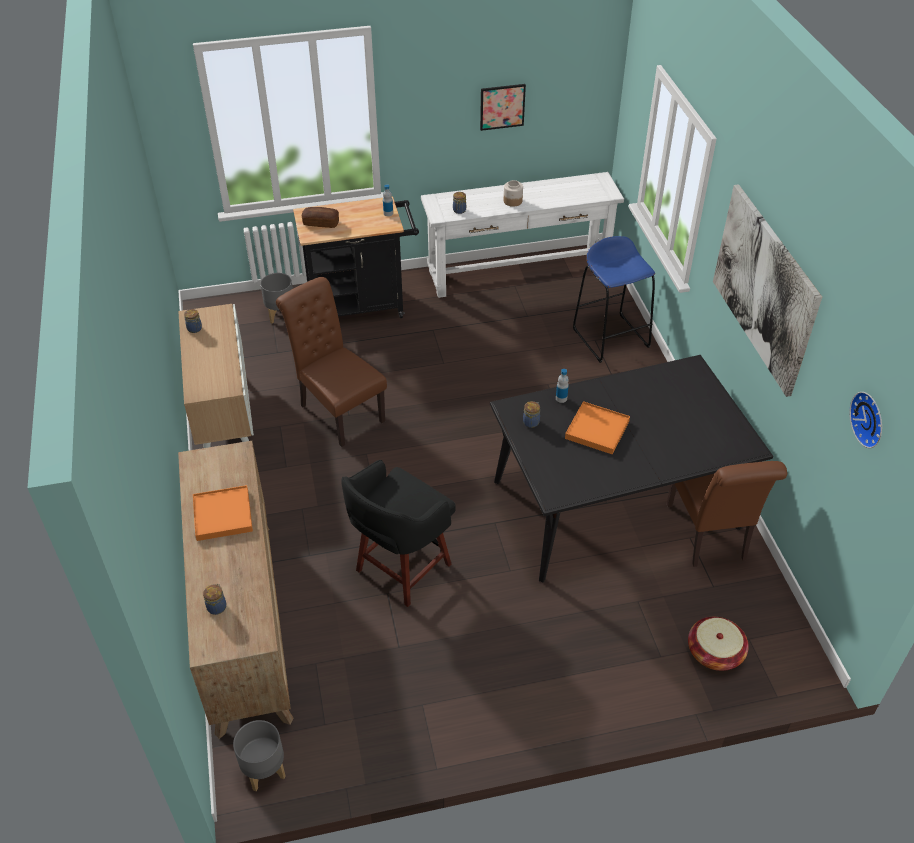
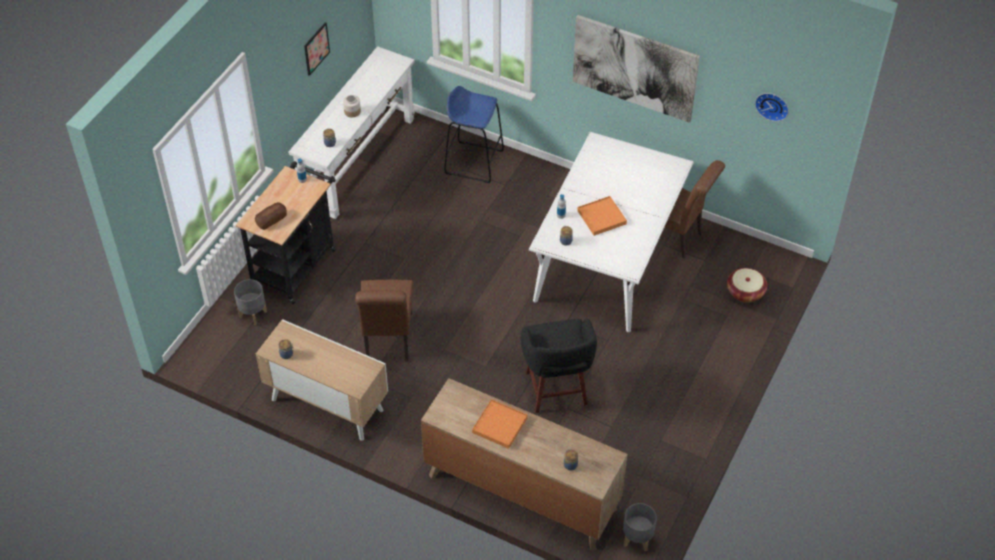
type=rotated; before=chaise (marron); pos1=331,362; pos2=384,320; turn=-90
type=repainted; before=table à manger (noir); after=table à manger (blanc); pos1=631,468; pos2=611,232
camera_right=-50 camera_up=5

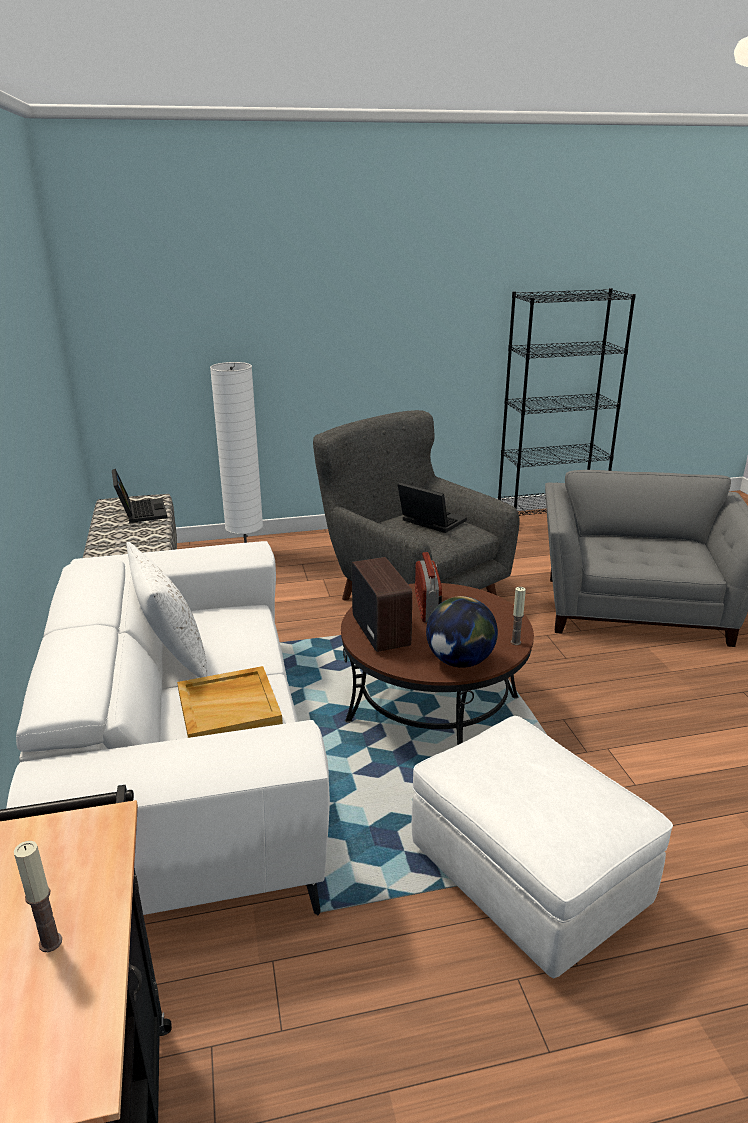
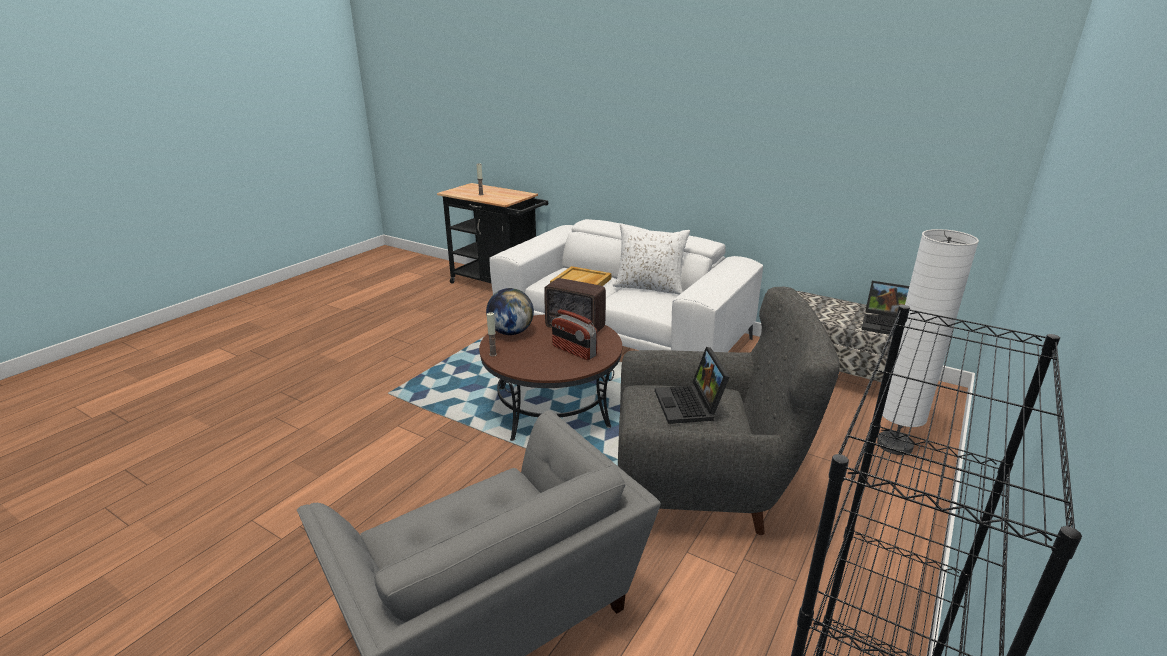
type=rotated; before=ordinateur portable; pos1=432,507; pos2=692,385; turn=90
type=gone; before=pouf (blanc); pos1=542,847
camera_right=135 camera_up=0

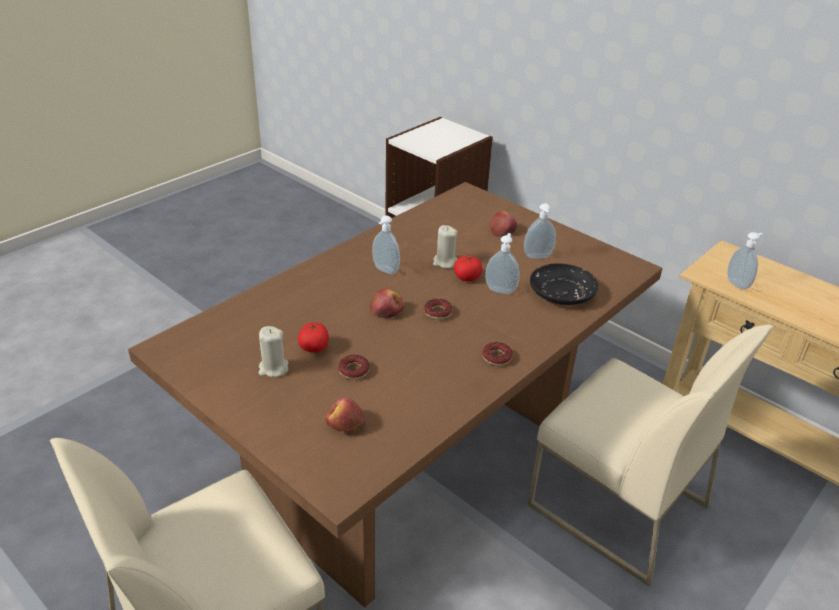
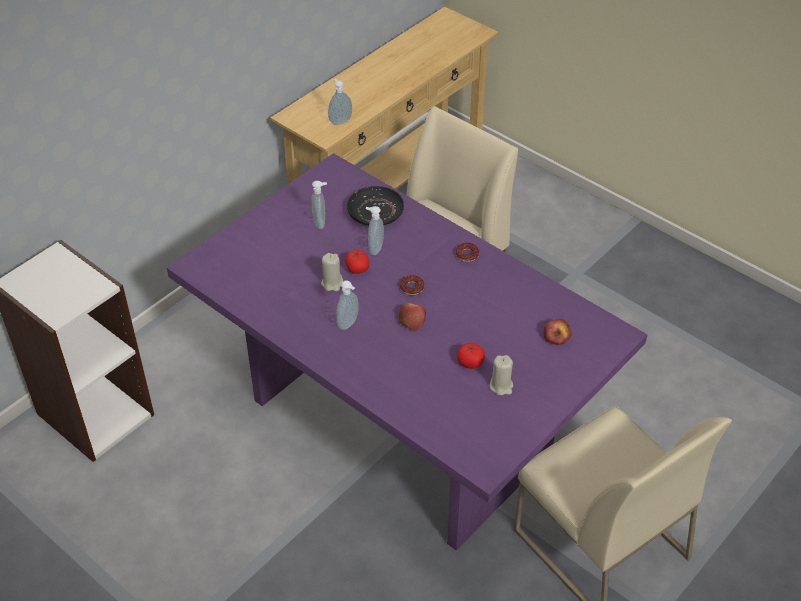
type=repainted; before=table à manger (marron); after=table à manger (violet); pos1=395,395; pos2=407,351
type=gone; before=pomme; pos1=503,223
type=gone; before=beignet; pos1=354,367
camera_right=-90 camera_up=10

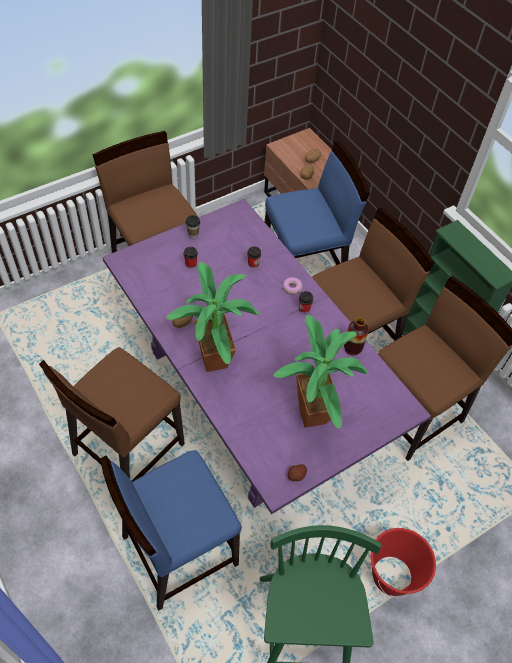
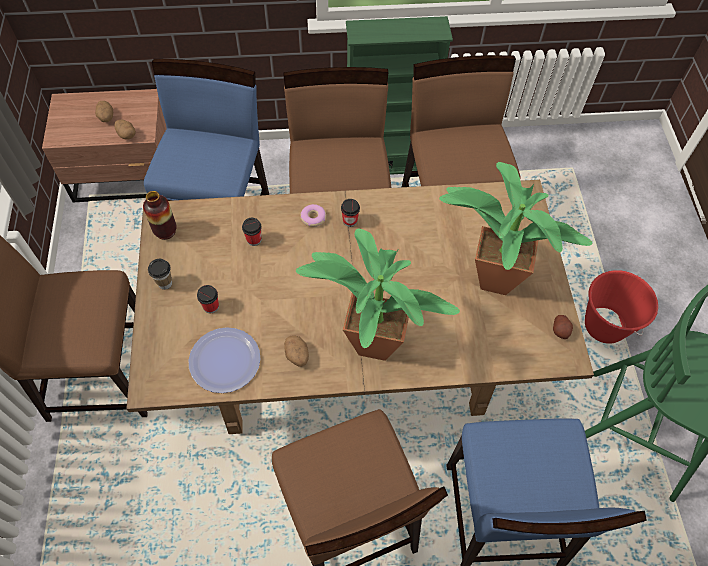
type=repainted; before=table à manger (violet); after=table à manger (marron); pos1=266,356; pos2=360,307
type=shifted; before=vase; pos1=356,336; pos2=160,215
type=new; after=assiette; pos2=224,360
camera_right=-60 camera_up=5

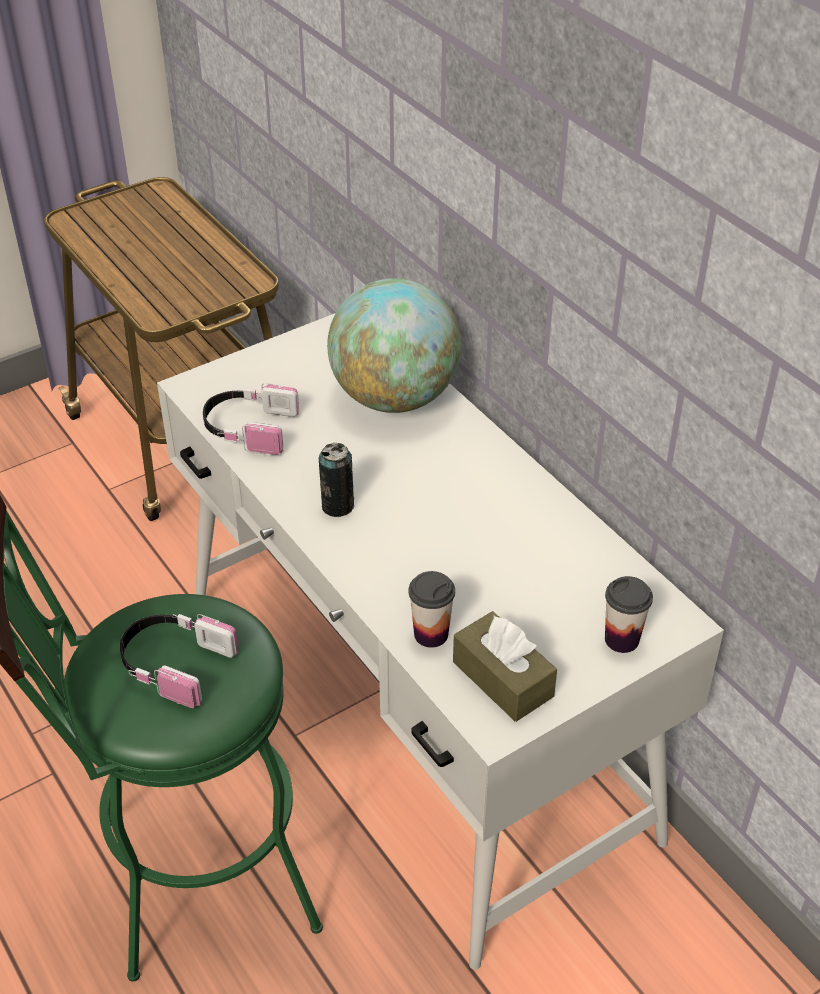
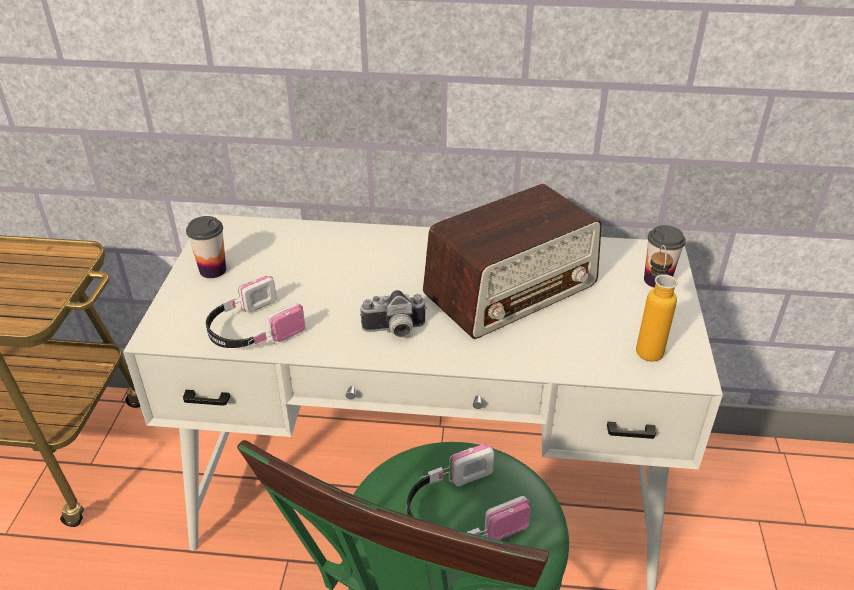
type=gone; before=globe; pos1=394,345
type=swapped; before=boîte métallique; after=appareil photo; pos1=336,480; pos2=393,313
type=shifted; before=tasse; pos1=431,609; pos2=206,247
type=swapped; before=boîte à mouchoirs (marron); after=bouteille; pos1=505,666; pos2=657,303
type=new; after=radio; pos2=512,261
camera_right=-50 camera_up=-5

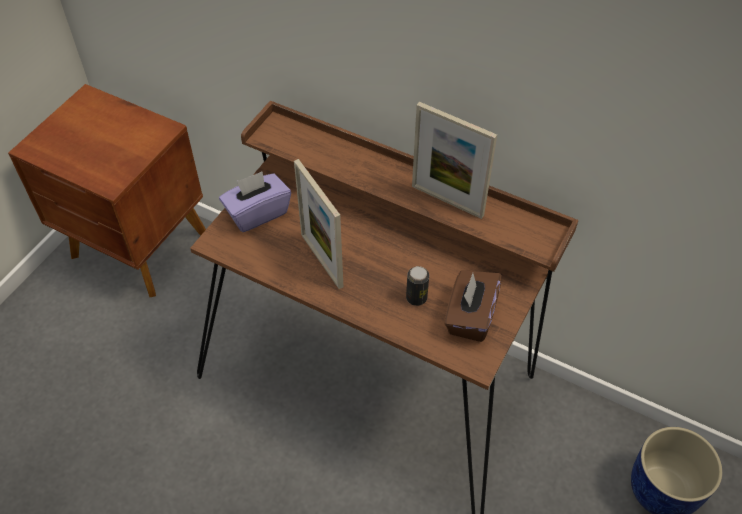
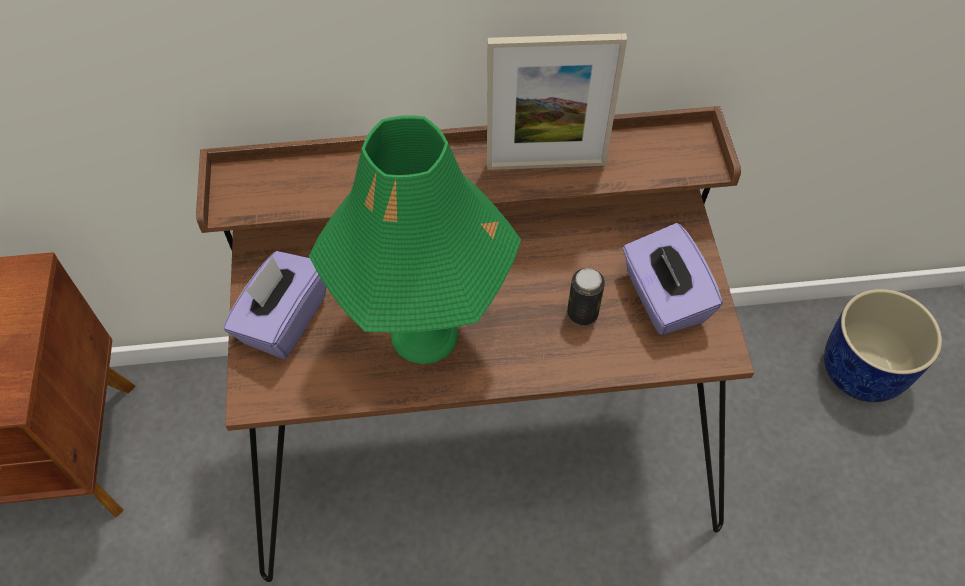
type=swapped; before=cadre photo; after=lampe de table (vert); pos1=319,224; pos2=415,239
type=repainted; before=boîte à mouchoirs (marron); after=boîte à mouchoirs (violet); pos1=473,306; pos2=673,279
camera_right=-35 camera_up=5

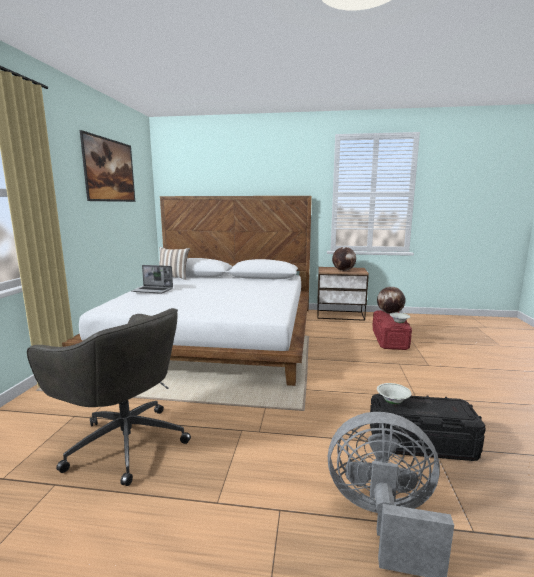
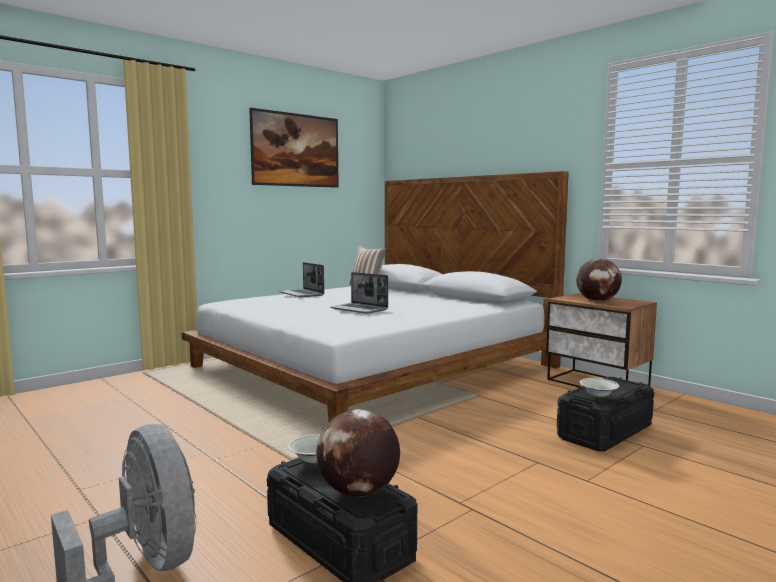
type=shifted; before=globe; pos1=391,300; pos2=358,453
type=gone; before=chaise de bureau (gris); pos1=109,397
type=repainted; before=boîte de rangement (rouge); after=boîte de rangement (noir); pos1=392,330; pos2=605,414
type=new; after=ordinateur portable; pos2=359,293
camera_right=40 camera_up=-5

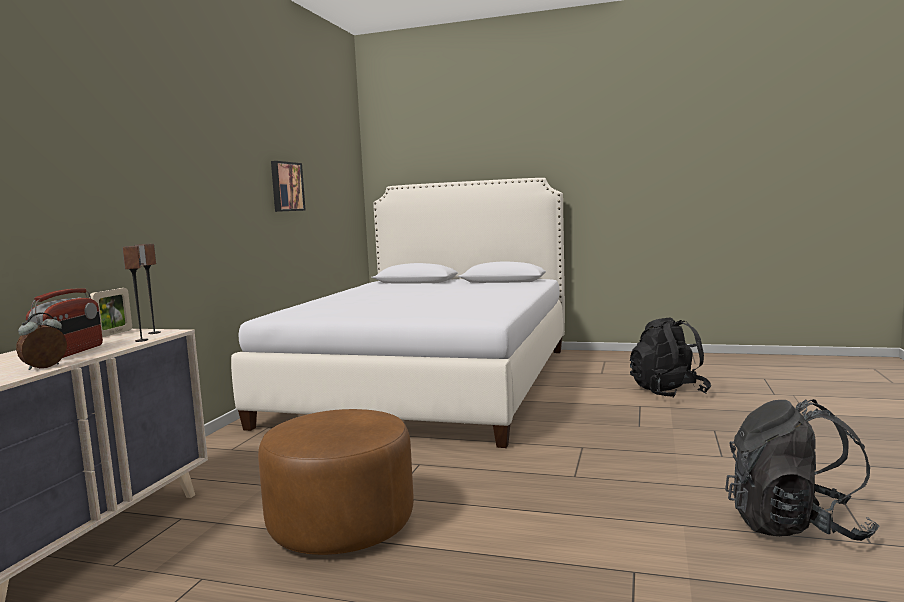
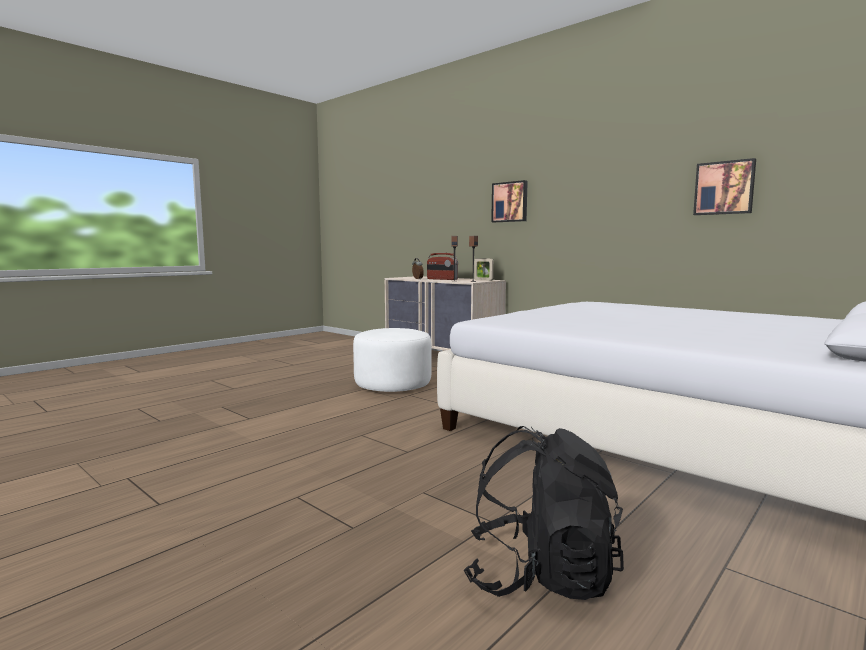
type=gone; before=sac à dos (noir); pos1=802,470
type=repainted; before=pouf (marron); after=pouf (blanc); pos1=336,482; pos2=392,360
type=new; after=tableau; pos2=509,201
camera_right=115 camera_up=0

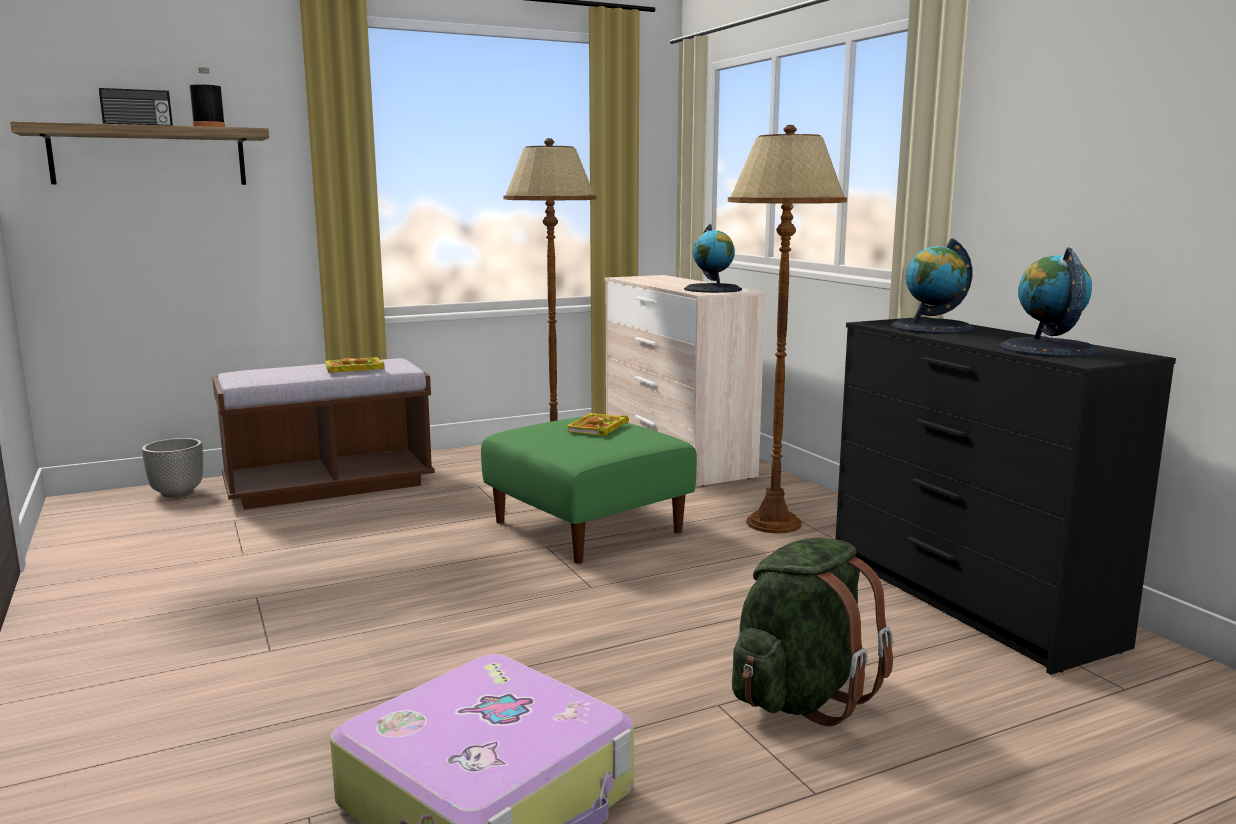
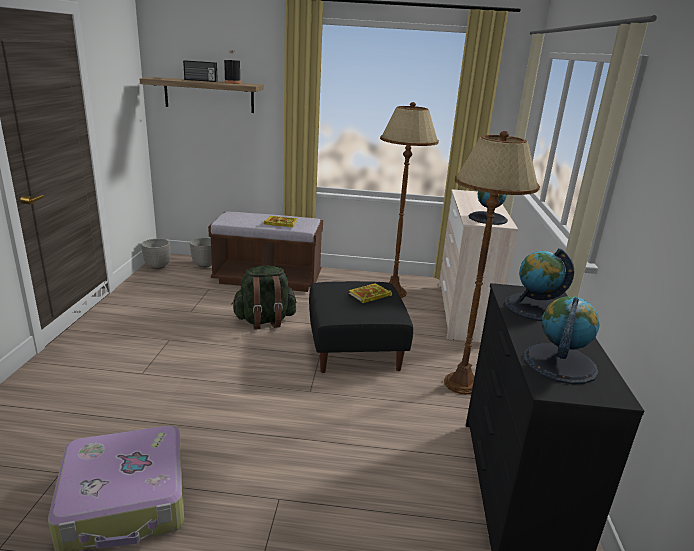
type=repainted; before=pouf (vert); after=pouf (noir); pos1=589,490; pos2=361,327
type=shifted; before=sac à dos (vert); pos1=812,632; pos2=263,298
type=new; after=cache-pot; pos2=156,254
camera_right=30 camera_up=10

